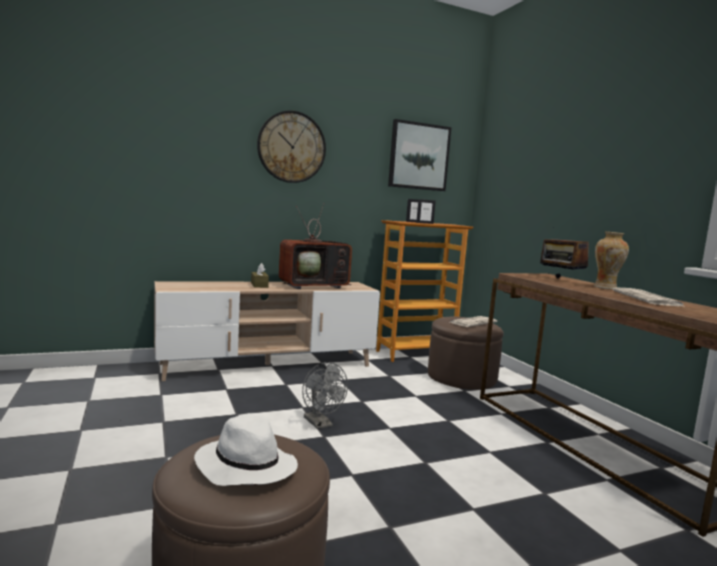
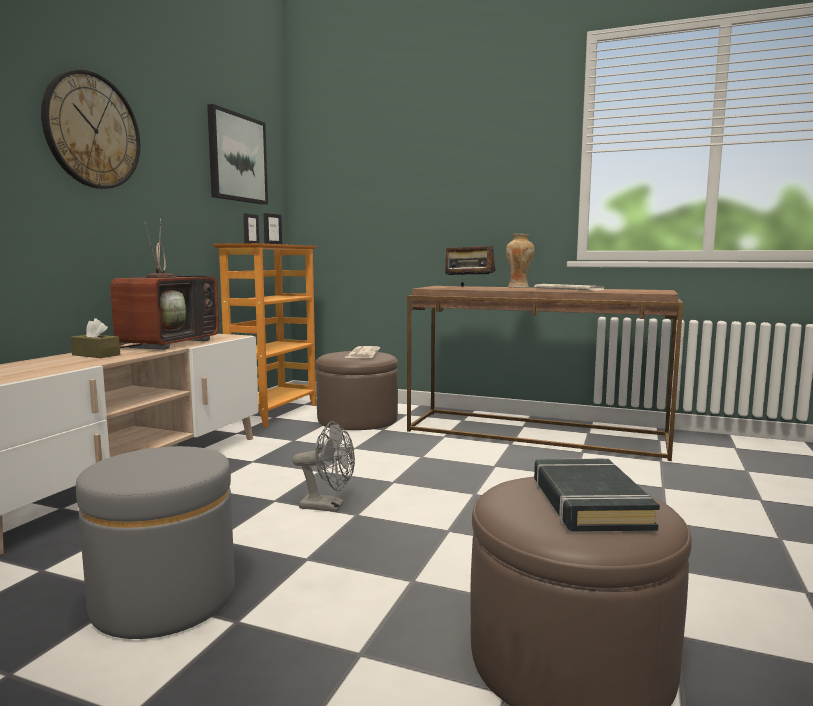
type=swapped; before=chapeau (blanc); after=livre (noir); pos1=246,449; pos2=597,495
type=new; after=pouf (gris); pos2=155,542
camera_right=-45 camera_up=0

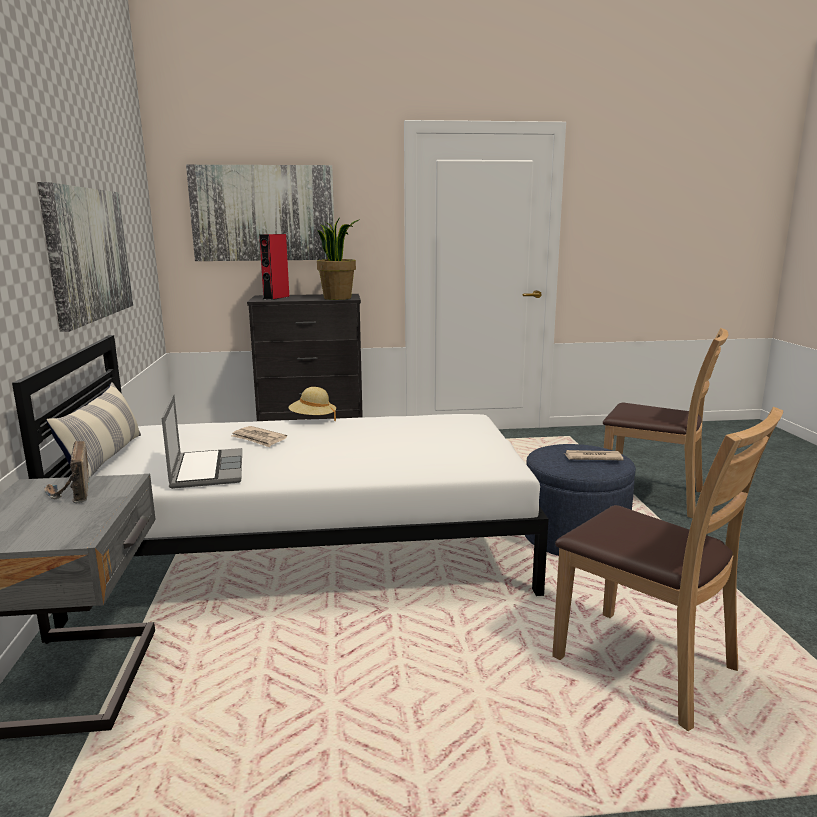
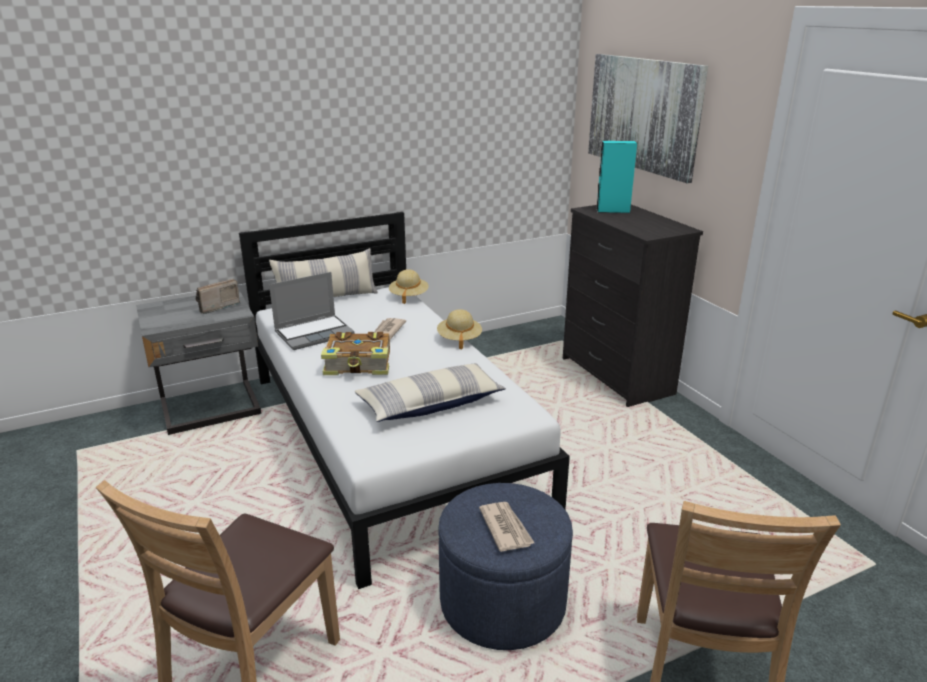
type=gone; before=tableau; pos1=85,257
type=gone; before=plante en pot; pos1=338,259
type=repainted; before=enceinte (rouge); after=enceinte (turquoise); pos1=274,267; pos2=616,177
type=new; after=chapeau (beige); pos2=409,286
type=new; after=livre; pos2=355,353
type=new; after=coussin; pos2=430,392
camera_right=70 camera_up=10

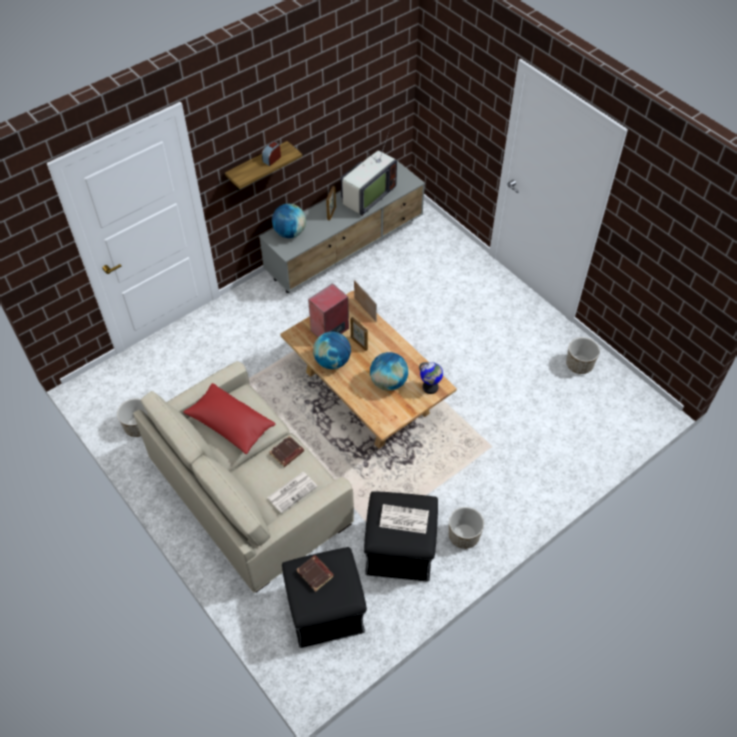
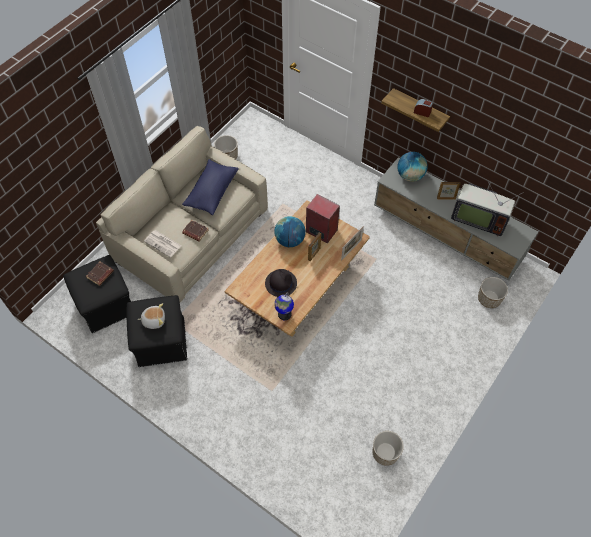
type=swapped; before=globe; after=chapeau (noir); pos1=389,371; pos2=281,283
type=repainted; before=coussin (rouge); after=coussin (bleu); pos1=229,418; pos2=210,187
type=swapped; before=journal; after=peluche; pos1=404,519; pos2=151,316
type=shifted; before=cache-pot; pos1=466,528; pos2=493,292
camera_right=75 camera_up=5

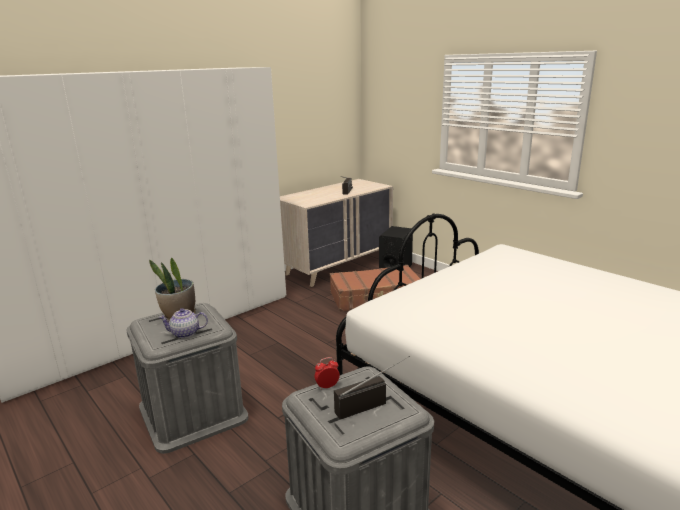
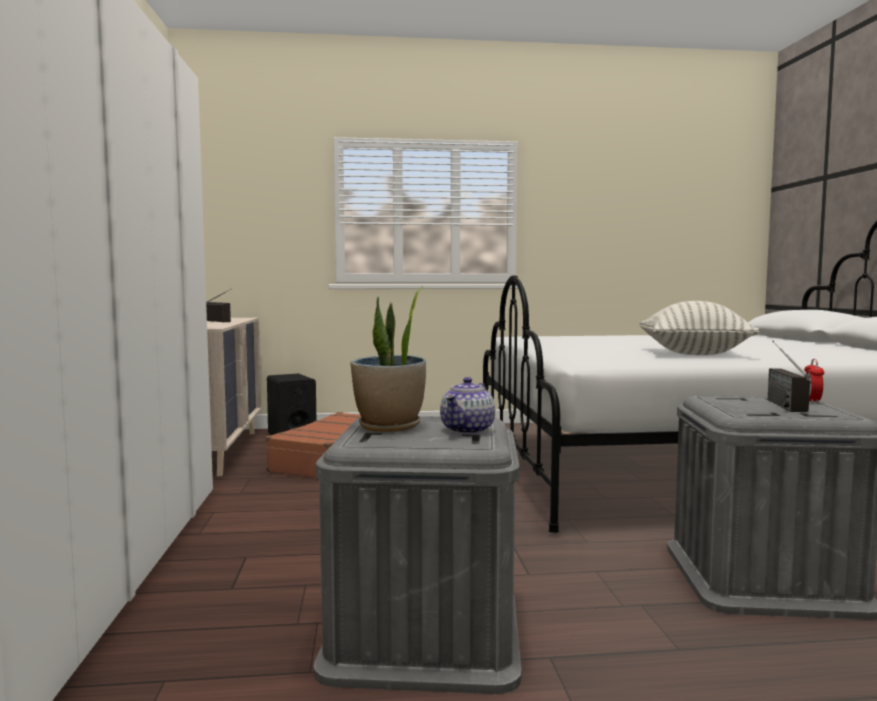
type=shifted; before=réveil; pos1=327,373; pos2=814,381
type=new; after=coussin; pos2=699,328
camera_right=-55 camera_up=-15

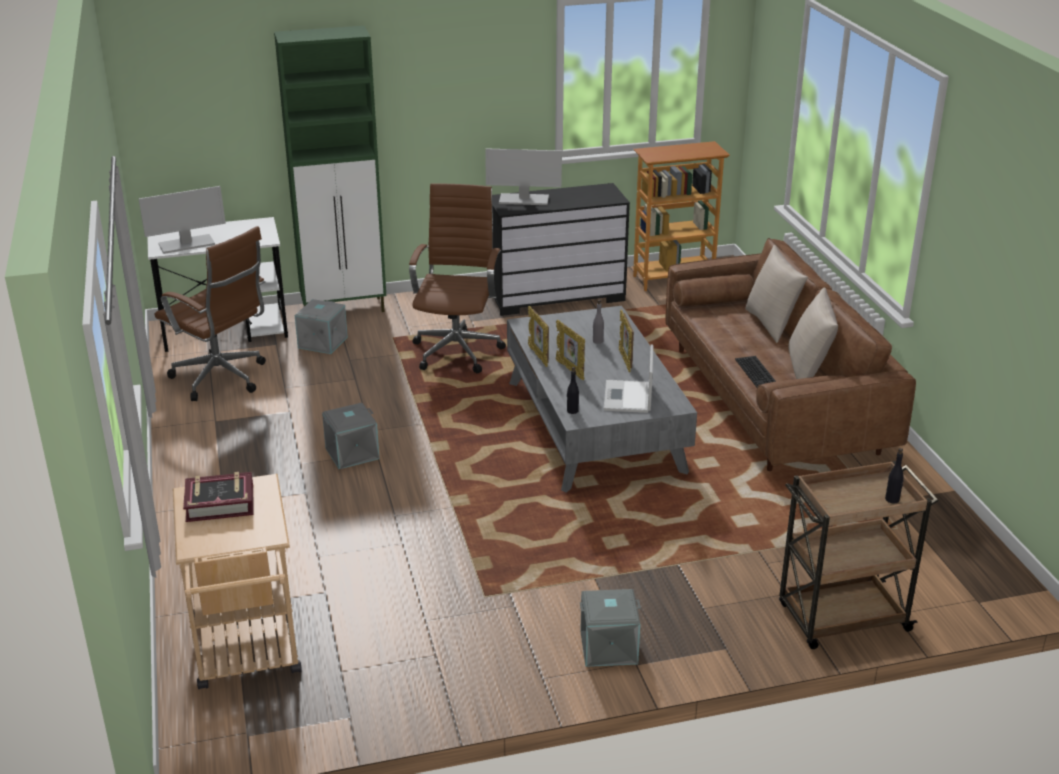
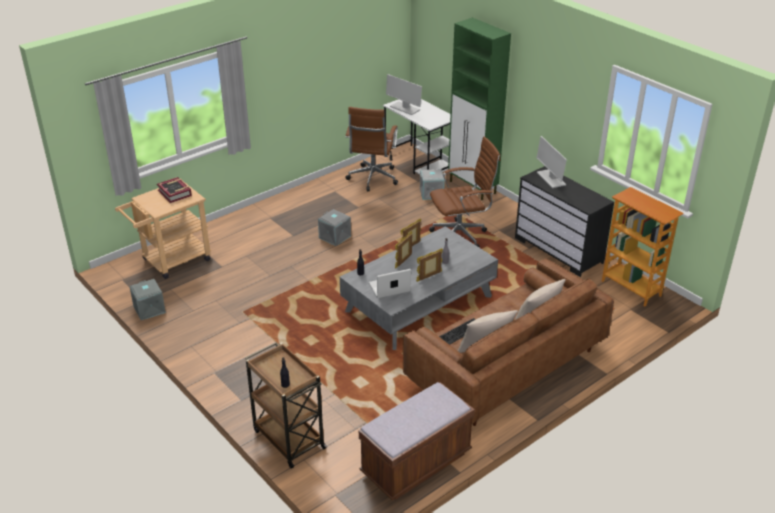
type=shifted; before=boîte de rangement (gris); pos1=610,628; pos2=147,299
type=new; after=banc (marron); pos2=417,441
camera_right=65 camera_up=5

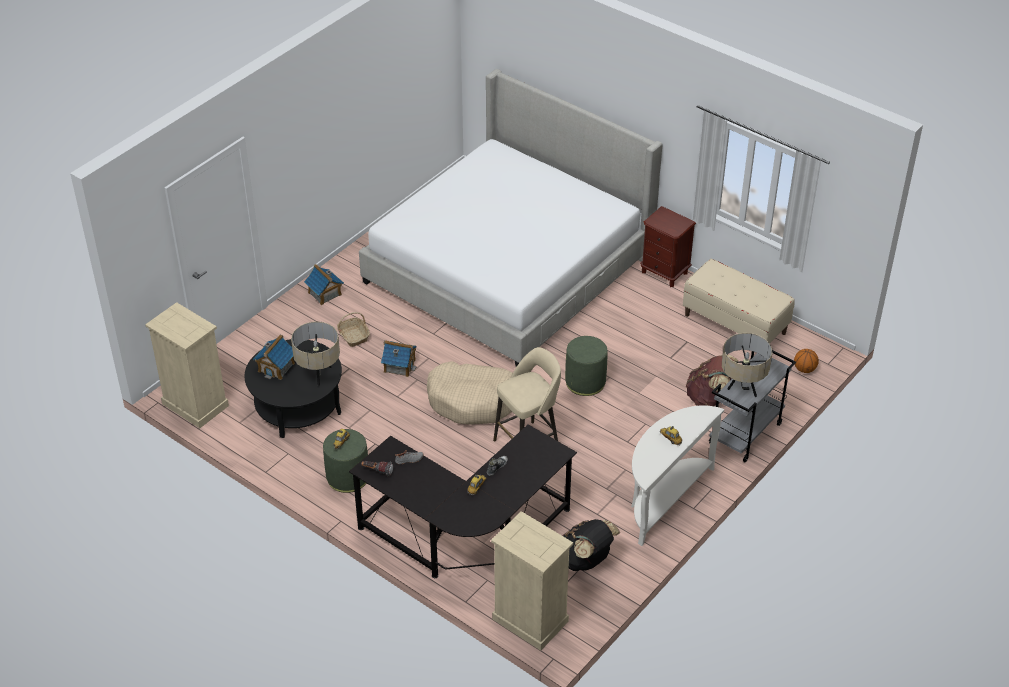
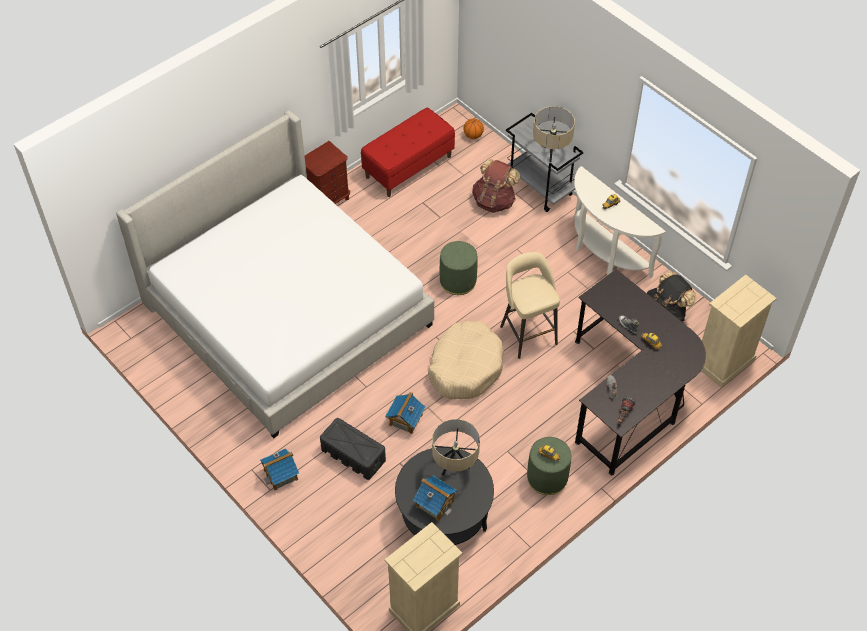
type=repainted; before=banc (beige); after=banc (rouge); pos1=739,301; pos2=408,152
type=swapped; before=panier; after=boîte de rangement (noir); pos1=353,329; pos2=353,449
camera_right=-80 camera_up=10

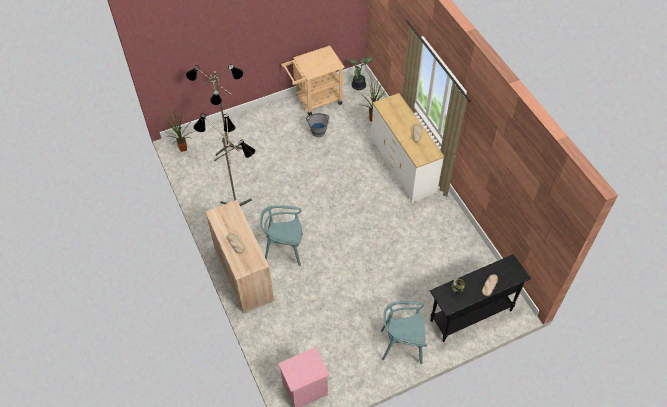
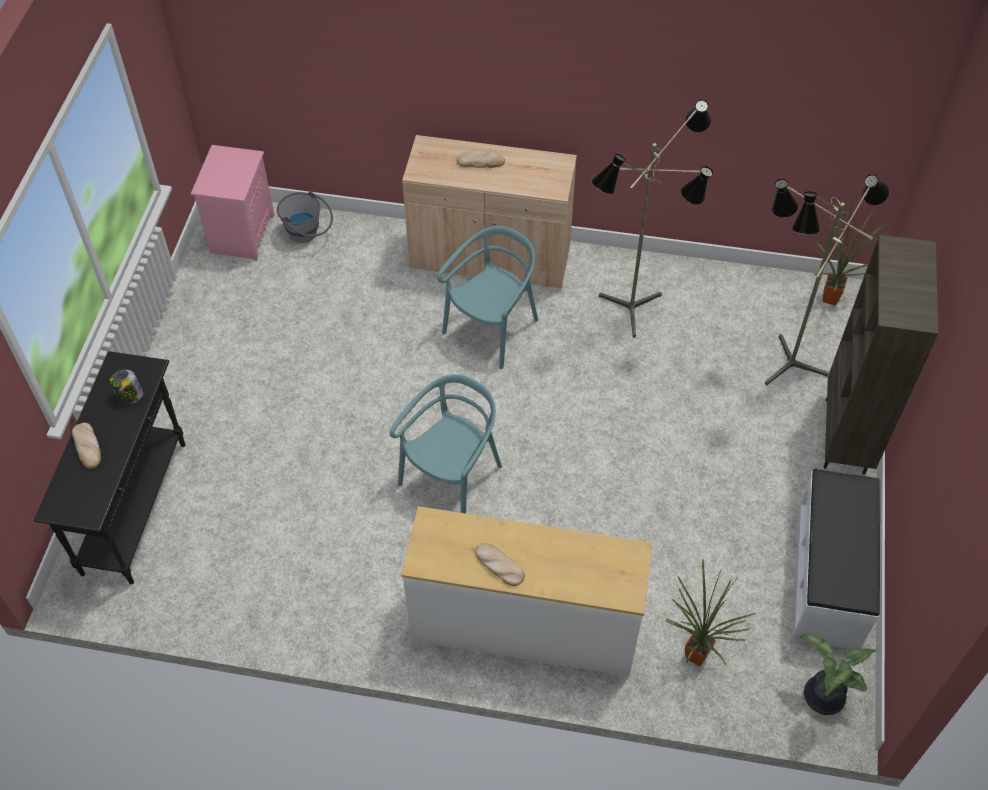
type=swapped; before=chariot (beige); after=banc (blanc); pos1=313,80; pos2=836,559
type=shifted; before=seau (gris); pos1=317,125; pos2=305,217
type=shifted; before=chaise (turquoise); pos1=404,332; pos2=446,444
type=new; after=bibliothèque (marron); pos2=880,354
camera_right=125 camera_up=0

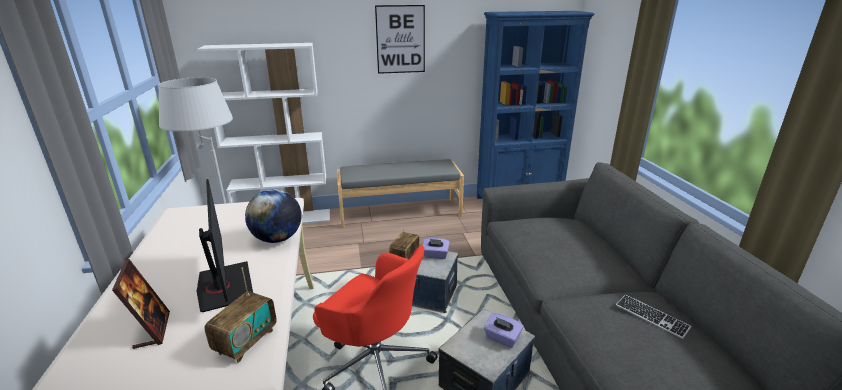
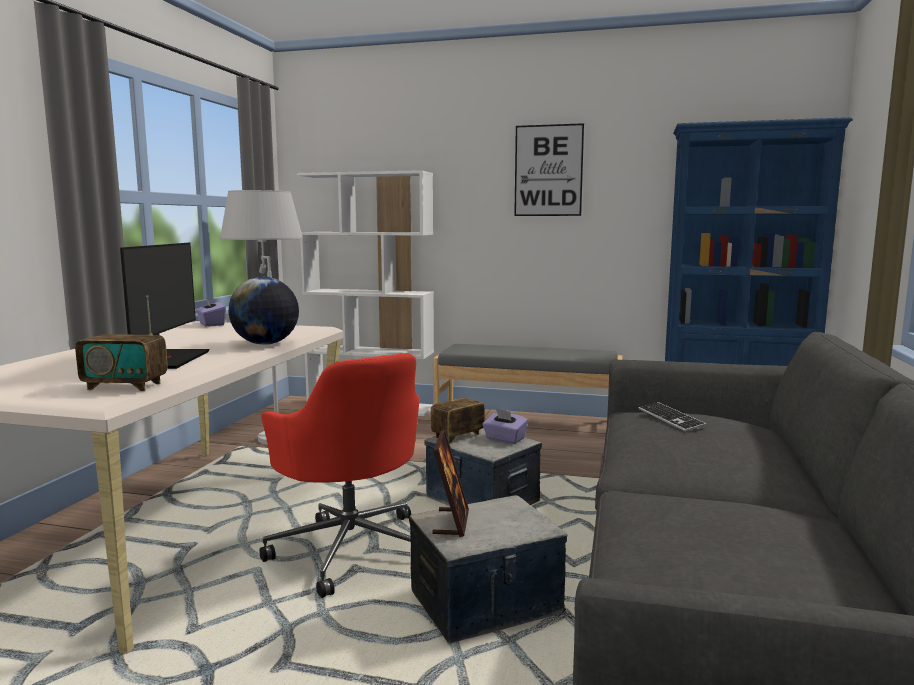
type=shifted; before=cadre photo; pos1=141,304; pos2=451,483
type=rotated; before=radio; pos1=240,315; pos2=121,343; turn=45
type=shifted; before=clavier; pos1=653,316; pos2=672,416
type=shifted; before=boîte à mouchoirs (violet); pos1=504,330; pos2=211,312
camera_right=25 camera_up=-15

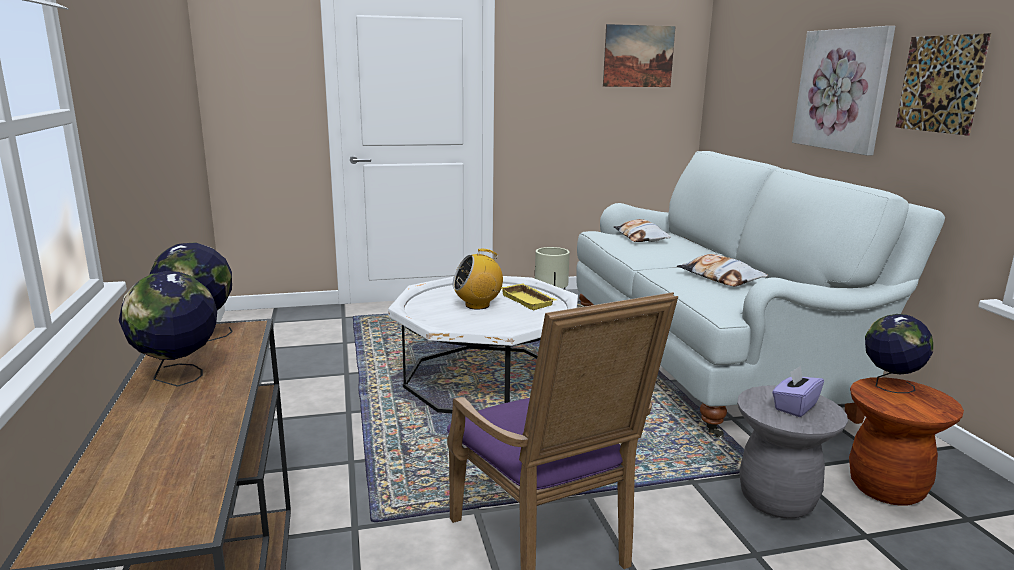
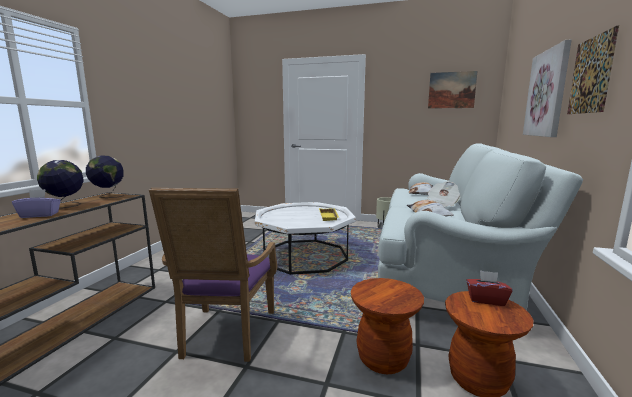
type=gone; before=radio; pos1=478,279
type=swapped; before=globe; after=boîte à mouchoirs (rouge); pos1=899,353; pos2=489,288
type=shifted; before=boîte à mouchoirs (violet); pos1=798,391; pos2=36,203
type=repainted; before=tabouret (gris); after=tabouret (marron); pos1=792,452; pos2=387,326
type=new; after=journal; pos2=444,194
camera_right=30 camera_up=-5

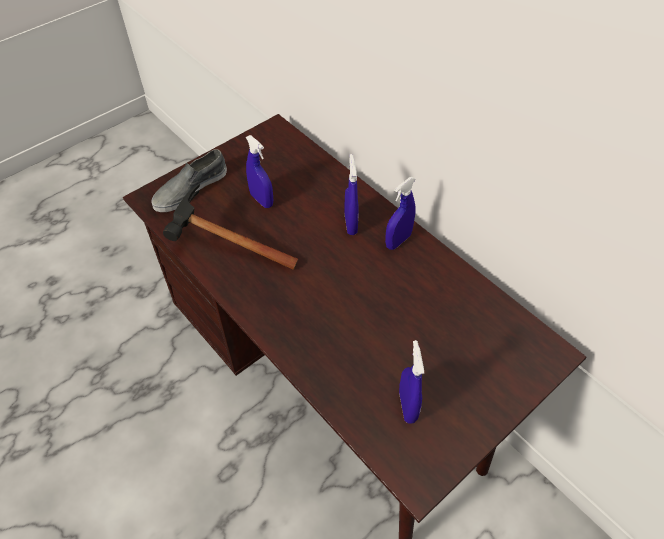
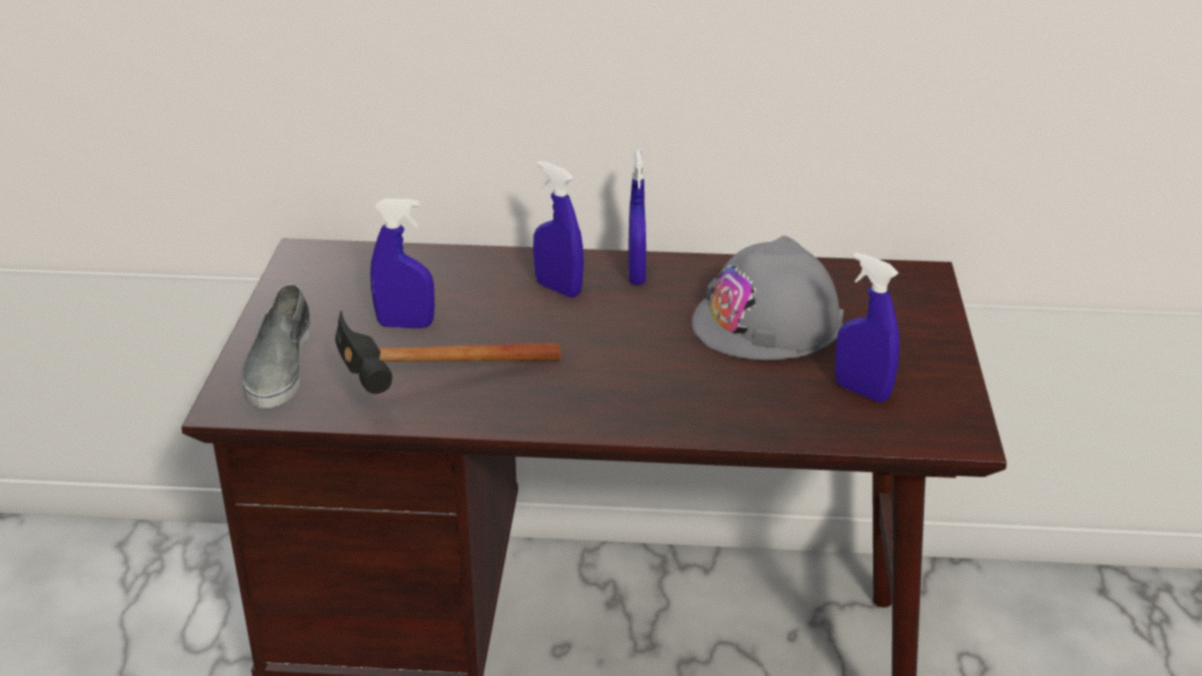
type=new; after=casque de chantier (gris); pos2=768,298
camera_right=-45 camera_up=-20

